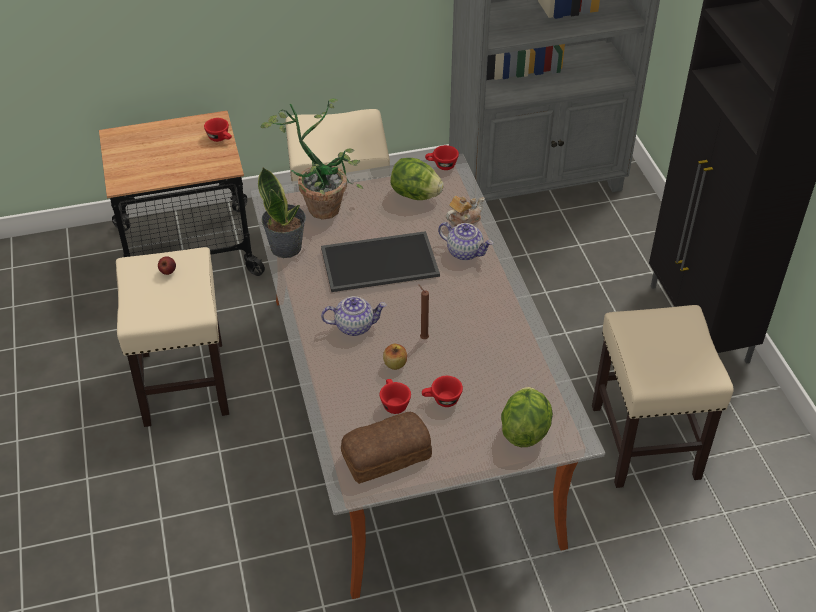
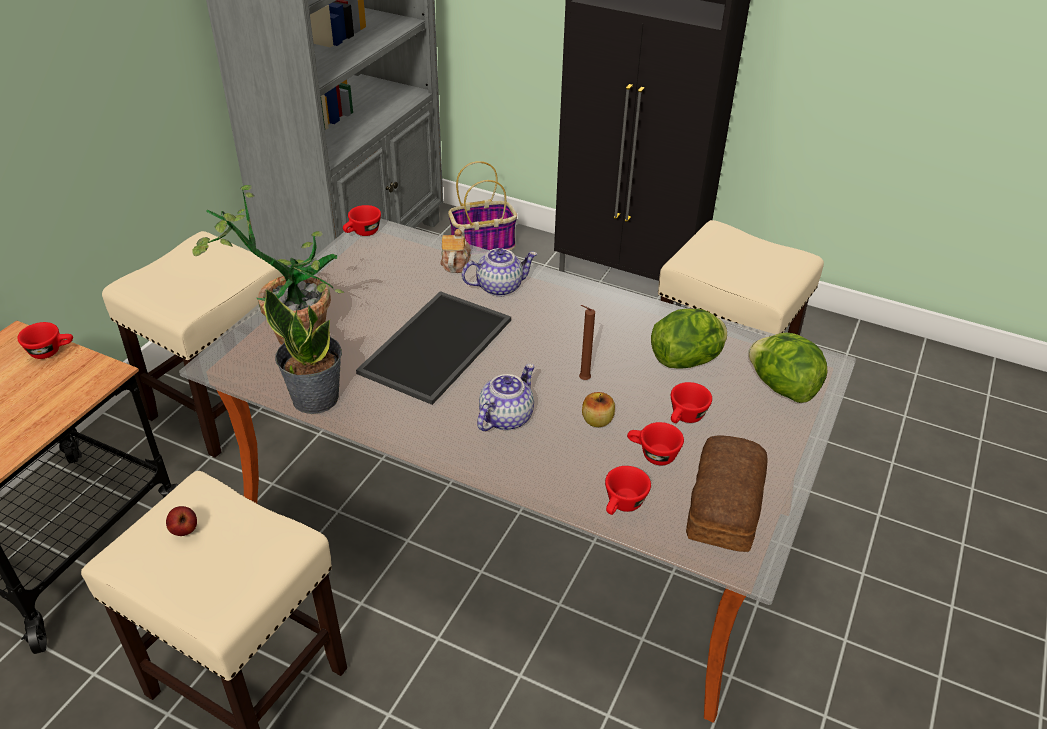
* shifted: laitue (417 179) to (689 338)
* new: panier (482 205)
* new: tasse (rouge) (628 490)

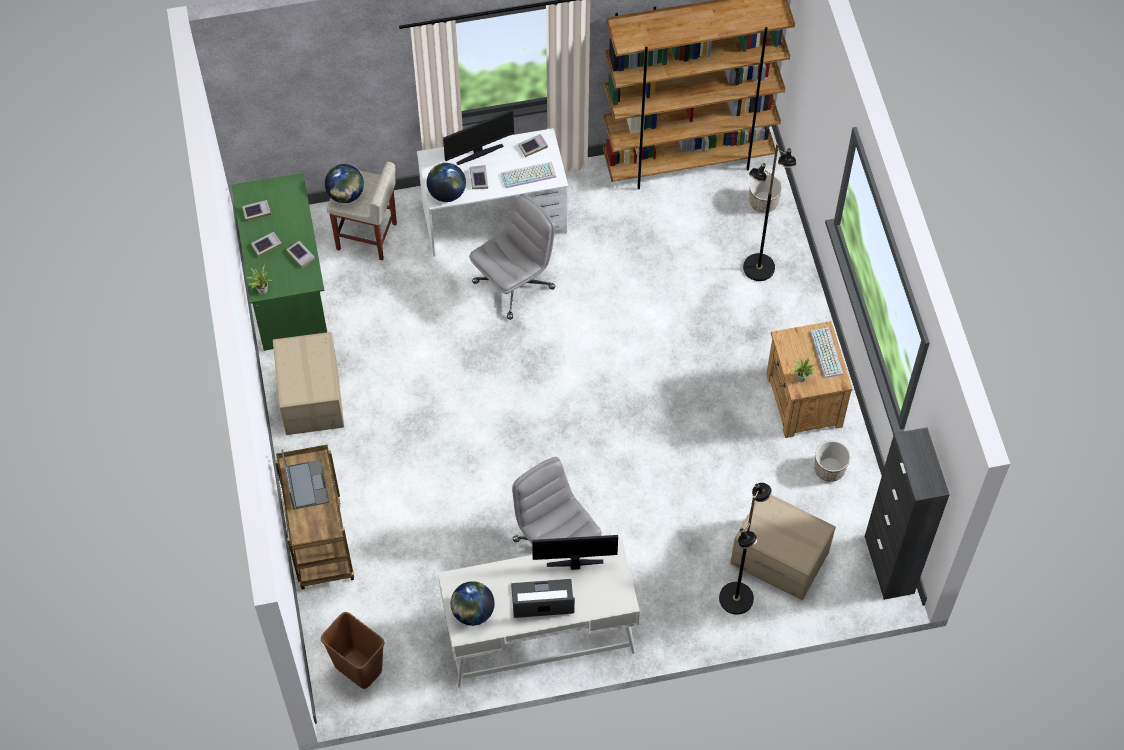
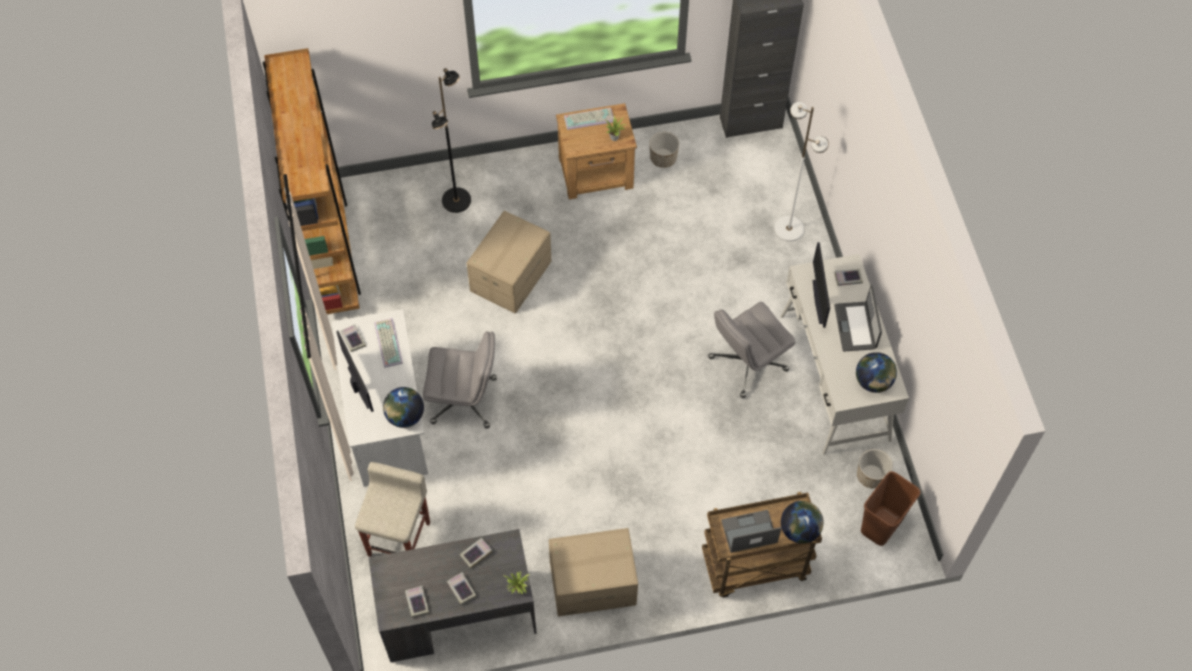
* repainted: bureau (vert) (279 262) to bureau (gris) (452 595)
* shifted: globe (344 183) to (802 522)
* rotated: chaise de bureau (gris) (512 257) = (460 379) 135 degrees clockwise
* shifted: livre (479 177) to (849 277)
* repainted: lampadaire (noir) (745 549) to lampadaire (blanc) (801 172)
* shifted: carton (783 547) to (509 262)
* shifted: cache-pot (765 193) to (875 468)

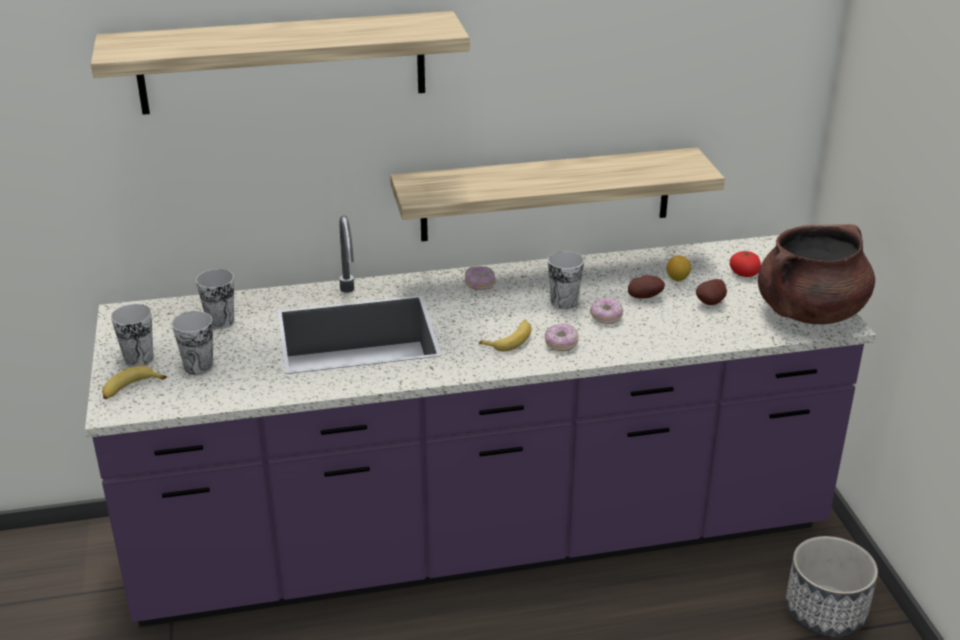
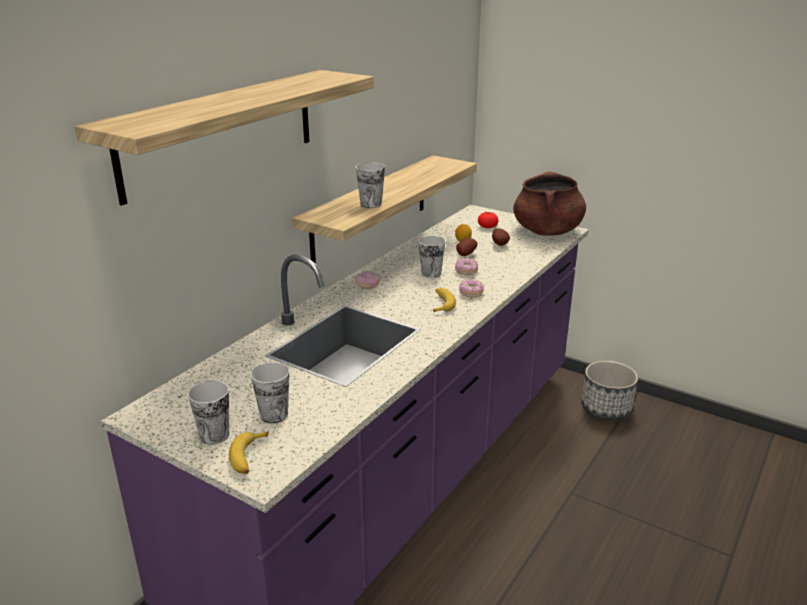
* shifted: tasse (215 299) to (370 185)

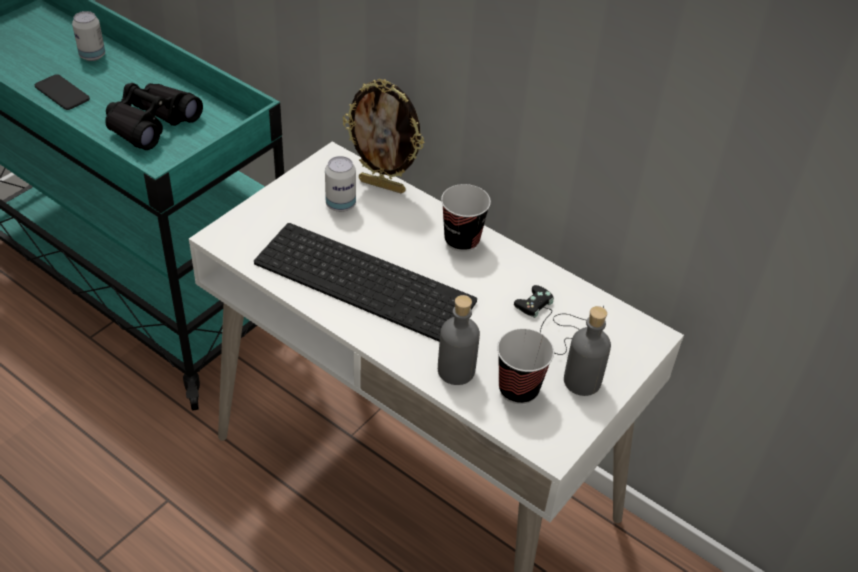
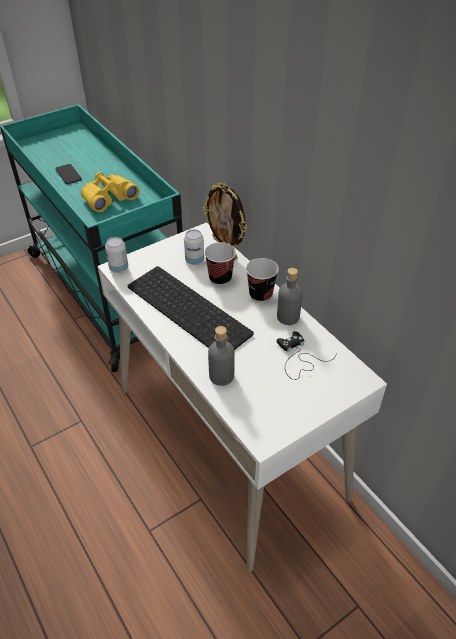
* shifted: boîte métallique (88 36) to (116 255)
* repainted: jumelles (noir) (154 116) to jumelles (jaune) (110 192)
* shifted: tasse (525 367) to (220 264)
* shifted: bouteille (gris) (587 351) to (290 296)

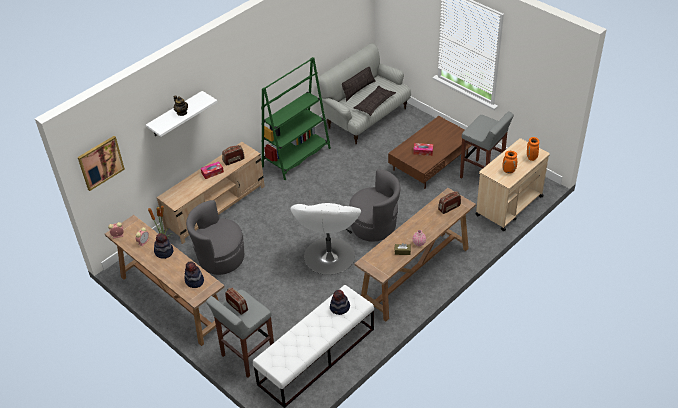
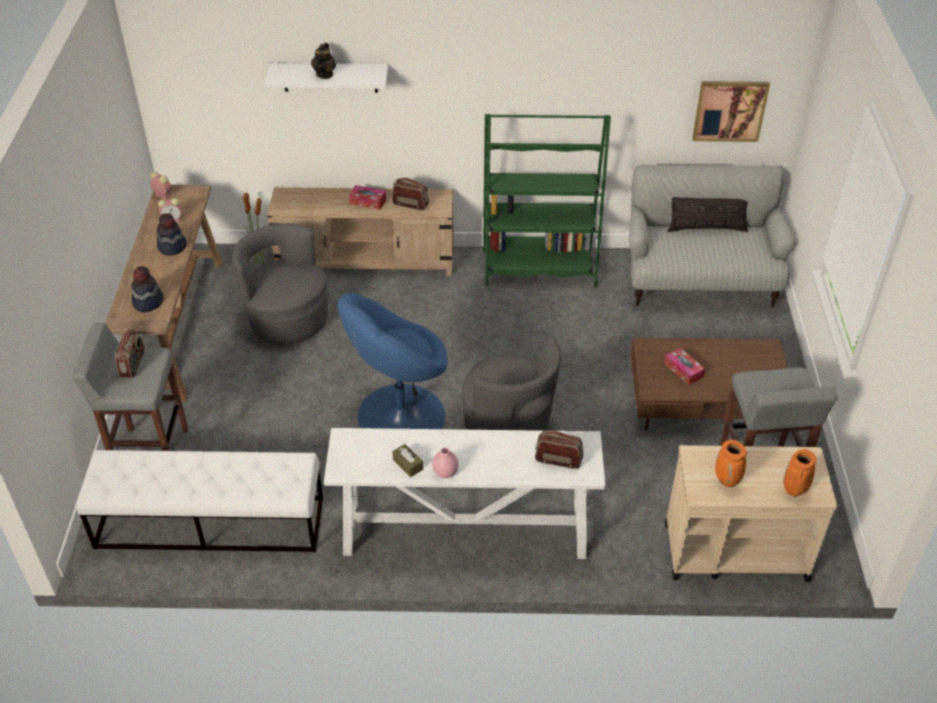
* shifted: tableau (101 163) to (731 111)
* repainted: fauteuil (blanc) (326 239) to fauteuil (bleu) (393 361)
* gone: chapeau (340 302)
* gone: coussin (374 100)
* repainted: table console (marron) (415 255) to table console (blanc) (464 493)

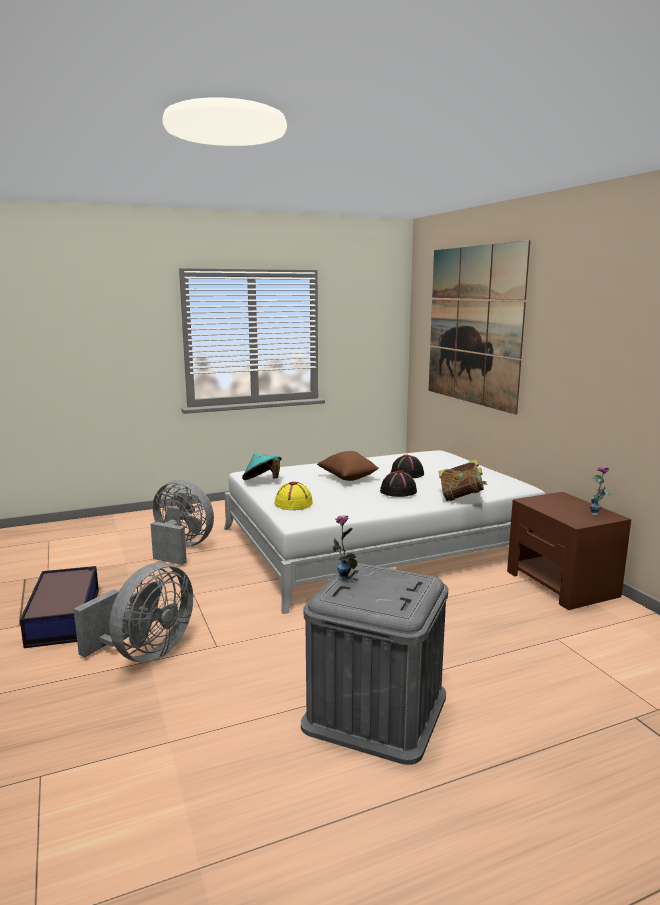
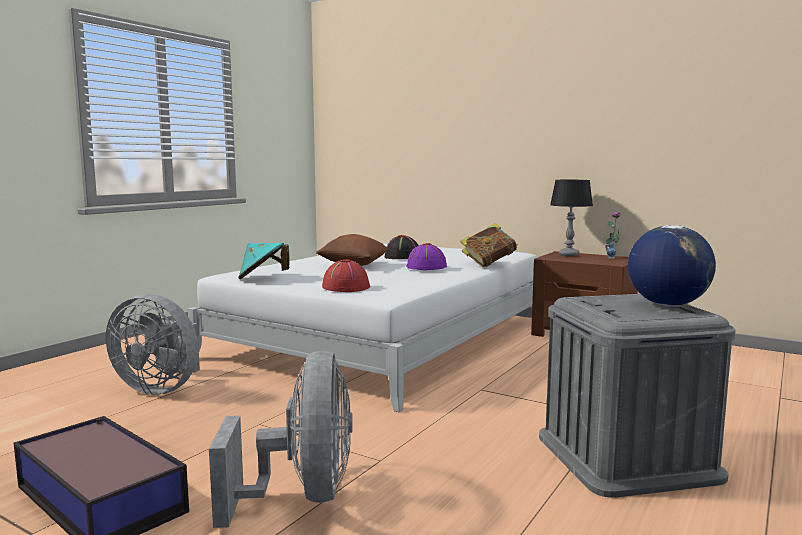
* rotated: ventilateur (gris) (182 522) = (153 344) 150 degrees counterclockwise
* repainted: chapeau (jaune) (294 496) to chapeau (rouge) (346 275)
* gone: vase (345 548)
* repainted: chapeau (noir) (398 484) to chapeau (violet) (426 256)
* gone: tableau (479 327)
* new: lampe de table (571 218)
* new: globe (672 265)

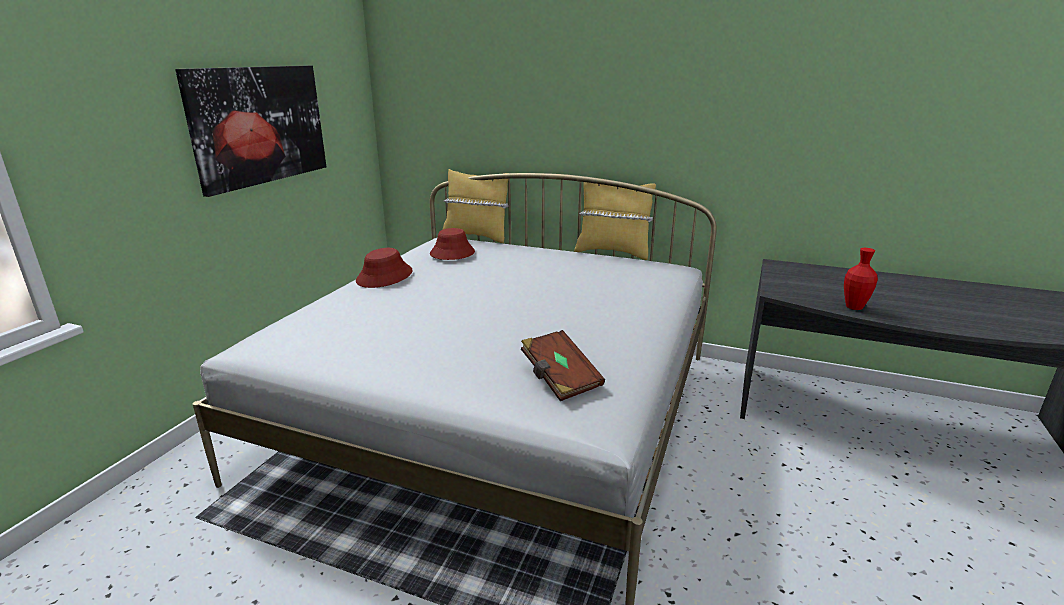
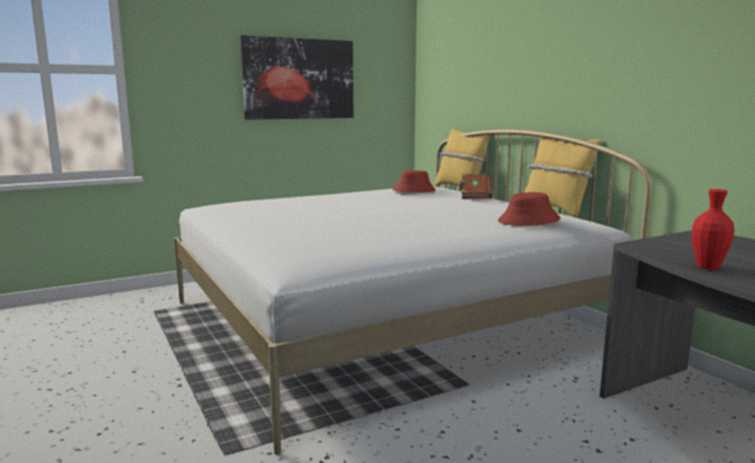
* shifted: chapeau (rouge) (384 268) to (529 209)
* shifted: livre (marron) (563 365) to (475 186)

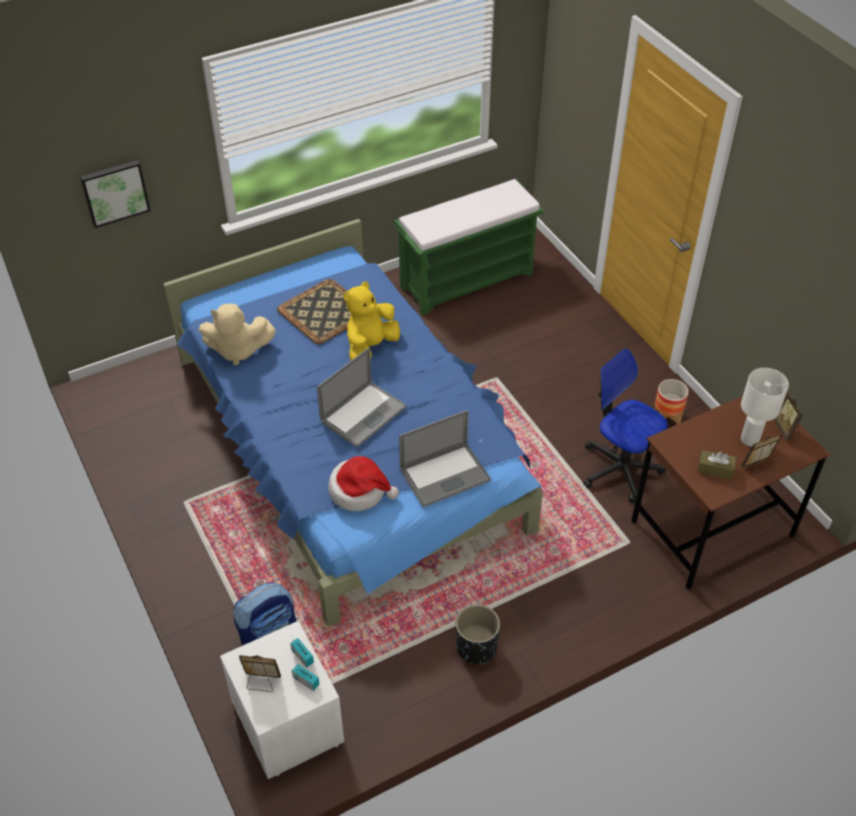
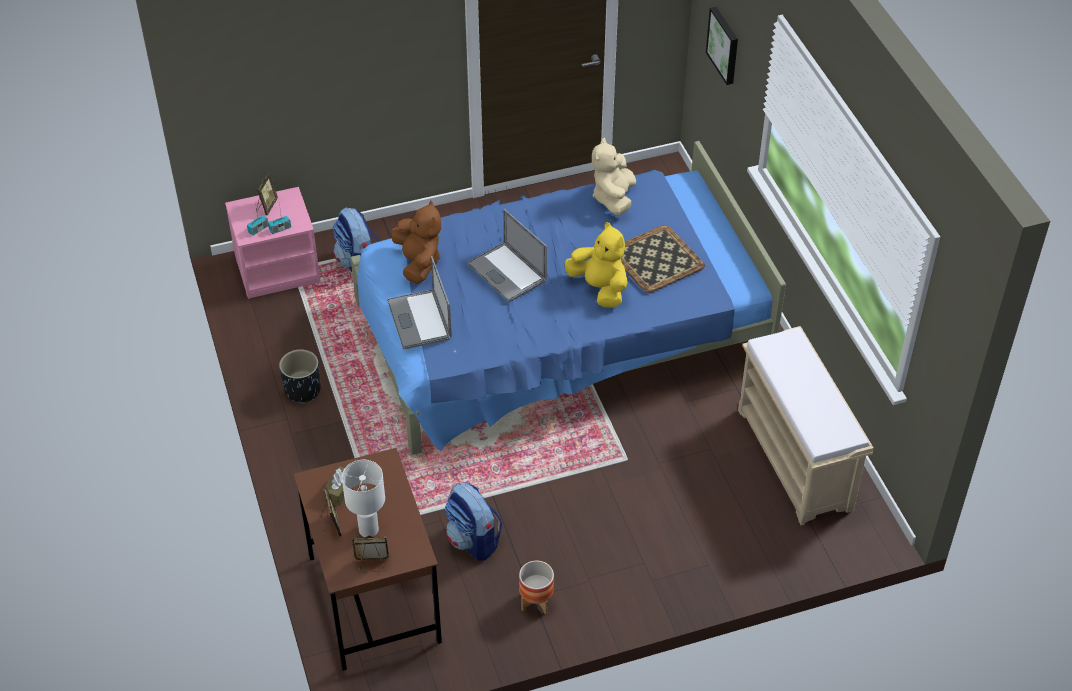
* repainted: table de chevet (blanc) (282 700) to table de chevet (rose) (273 243)
* swapped: chapeau (363 483) to peluche (marron) (416 241)
* repainted: banc (vert) (469 247) to banc (beige) (806 426)
* swapped: chaise de bureau (625 425) to sac à dos (473 521)

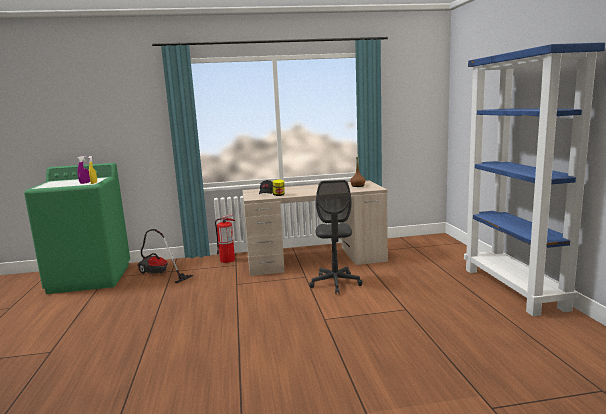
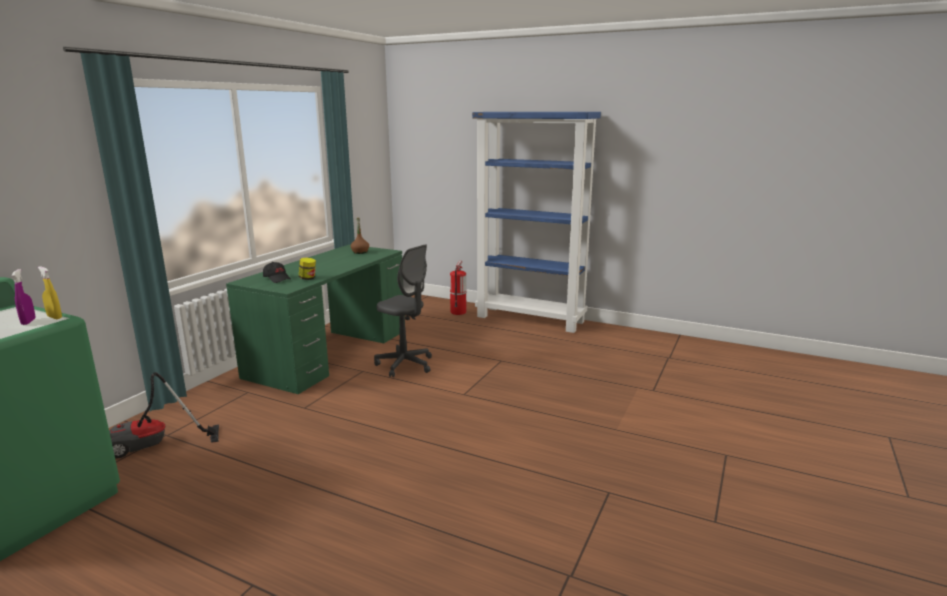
* shifted: extincteur (225 238) to (458 288)
* repainted: bureau (beige) (315 228) to bureau (vert) (315 319)

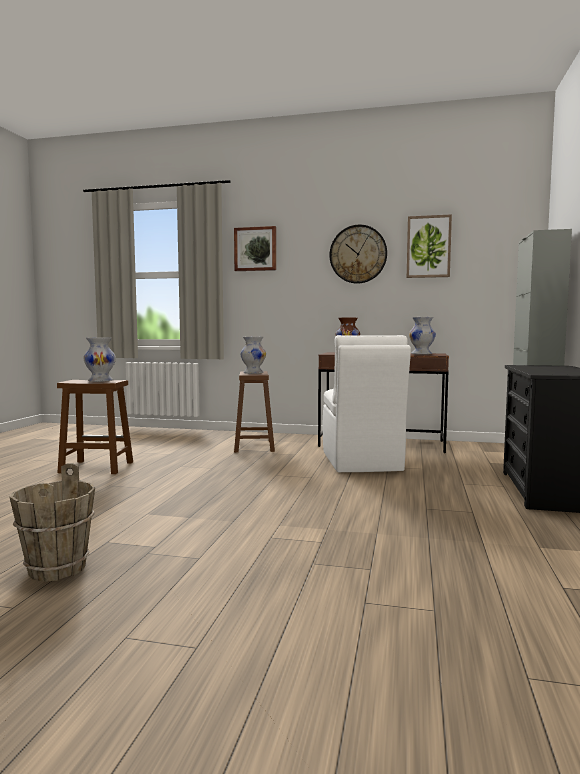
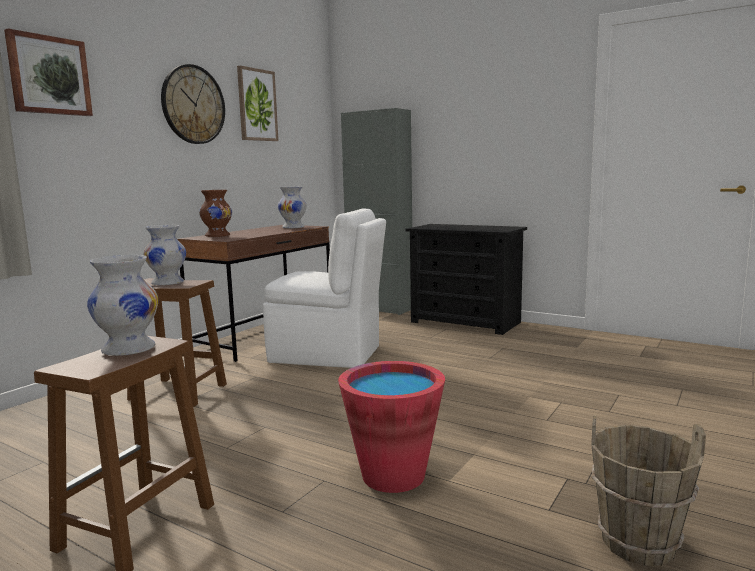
* new: seau (rouge) (391 427)

